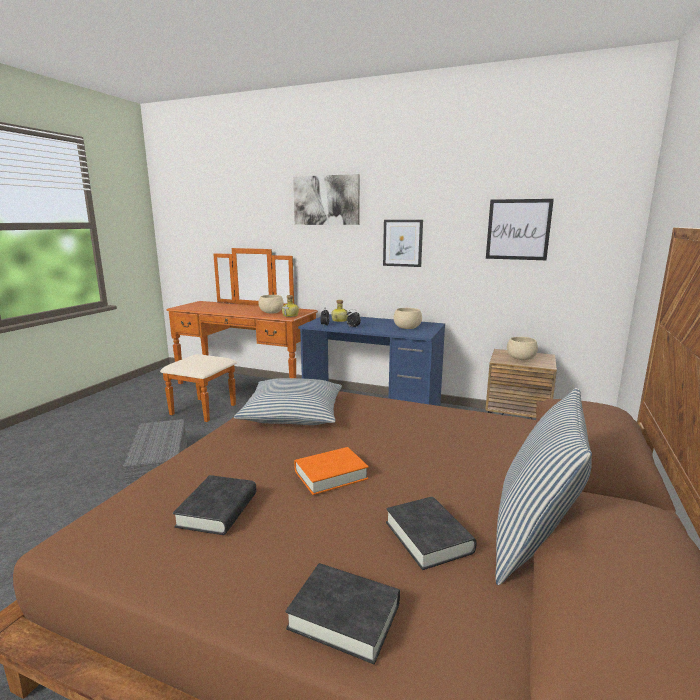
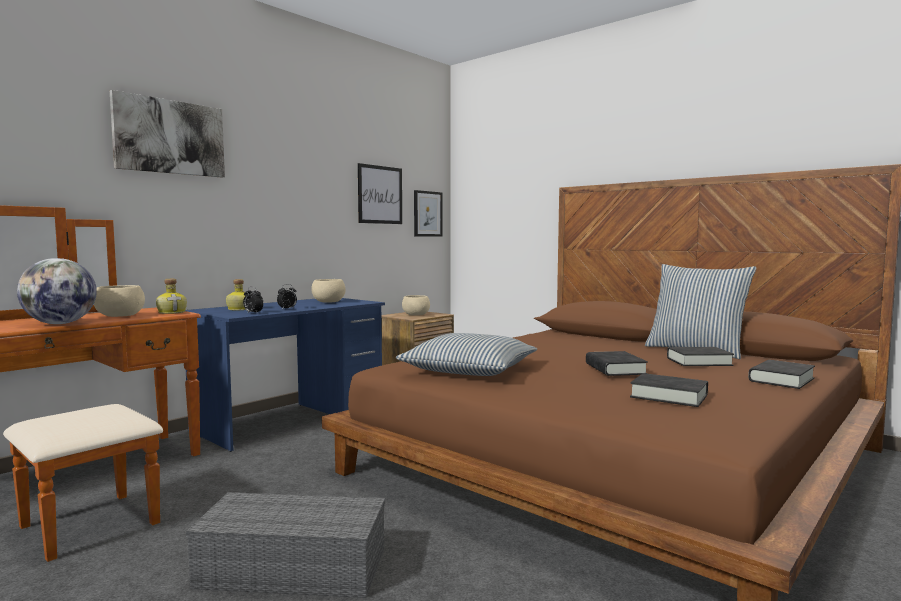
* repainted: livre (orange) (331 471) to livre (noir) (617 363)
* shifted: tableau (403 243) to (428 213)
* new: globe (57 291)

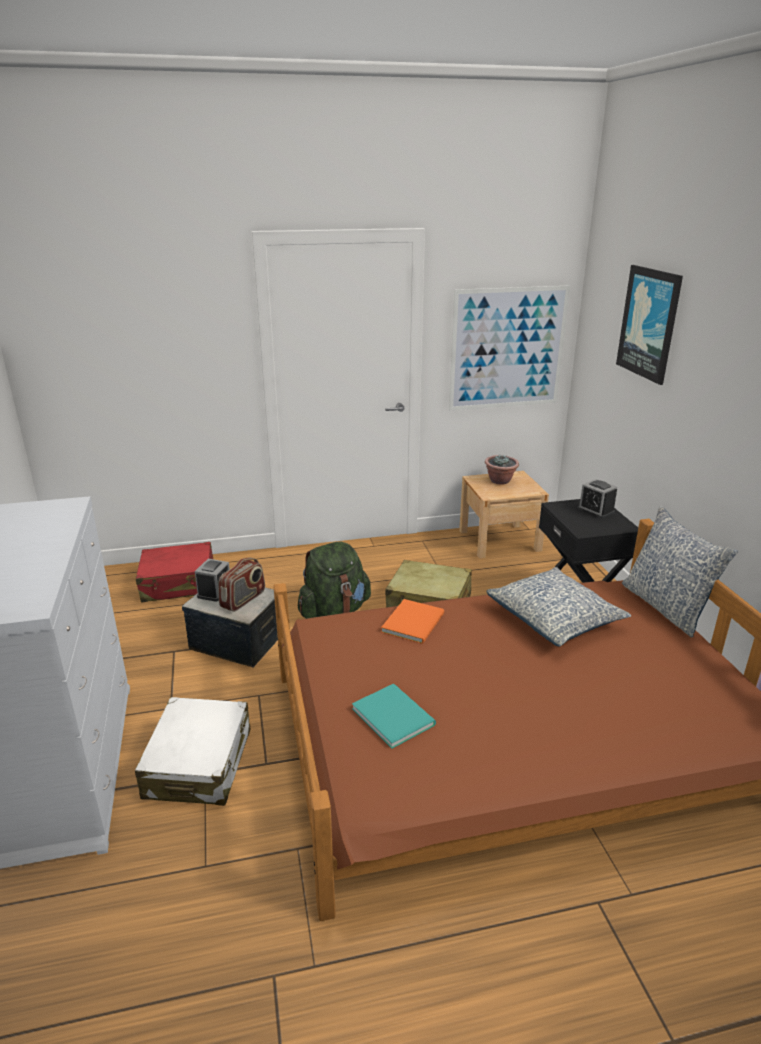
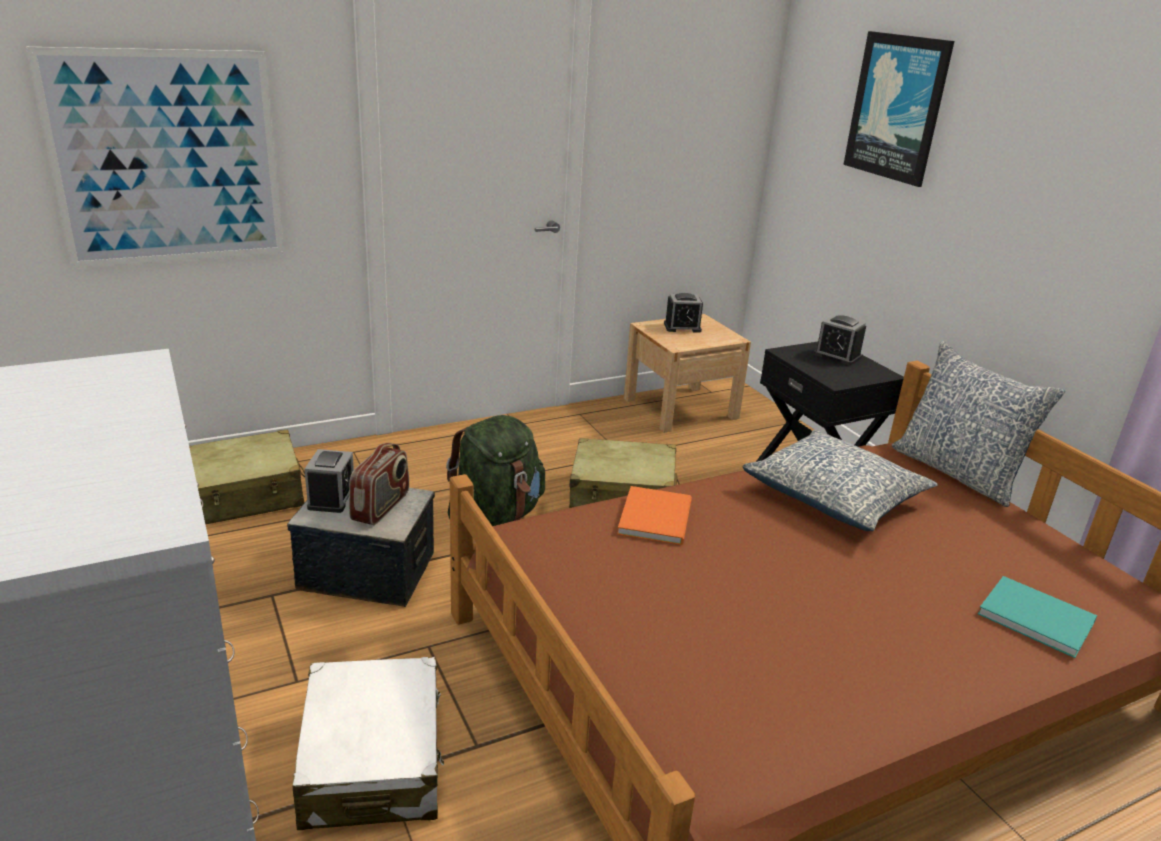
* repainted: valise (rouge) (174 572) to valise (beige) (247 477)
* shifted: livre (turquoise) (394 716) to (1037 617)
* shifted: tableau (509 348) to (155 157)
* swapped: plante en pot (502 470) to réveil (683 313)

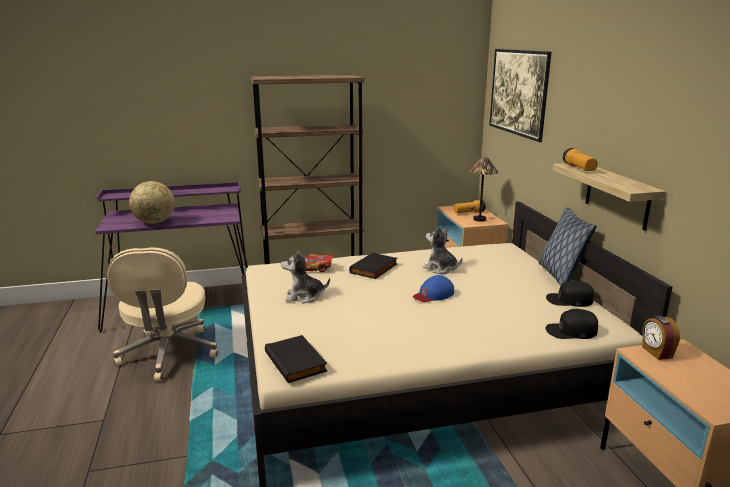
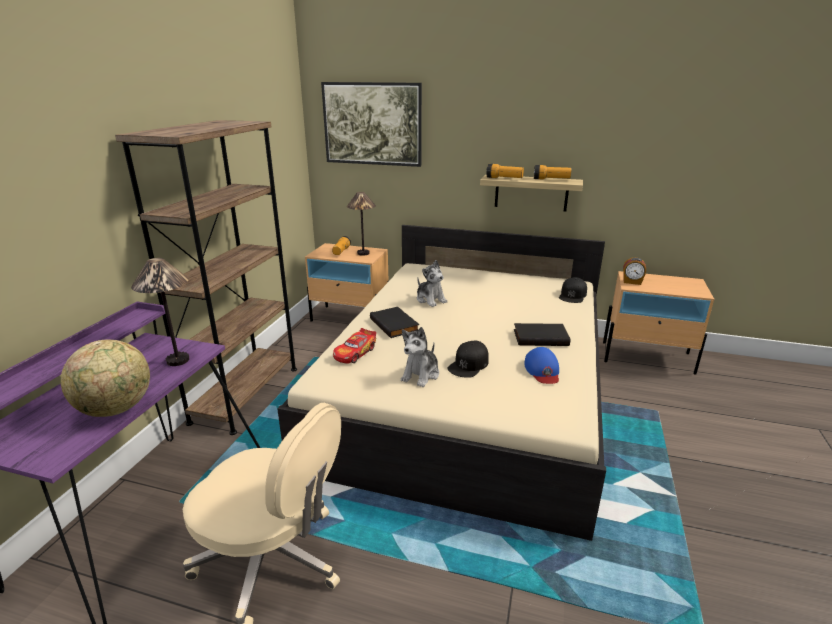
* shifted: livre (noir) (296 359) to (542 334)
* shifted: casquette (bleu) (433 288) to (541 365)
* rotated: peluche (443 250) = (432 283) 105 degrees counterclockwise
* gone: coussin (567 246)
* shifted: casquette (noir) (570 293) to (468 359)
* new: lampe de table (160 312)
* new: lampe de poche (552 172)

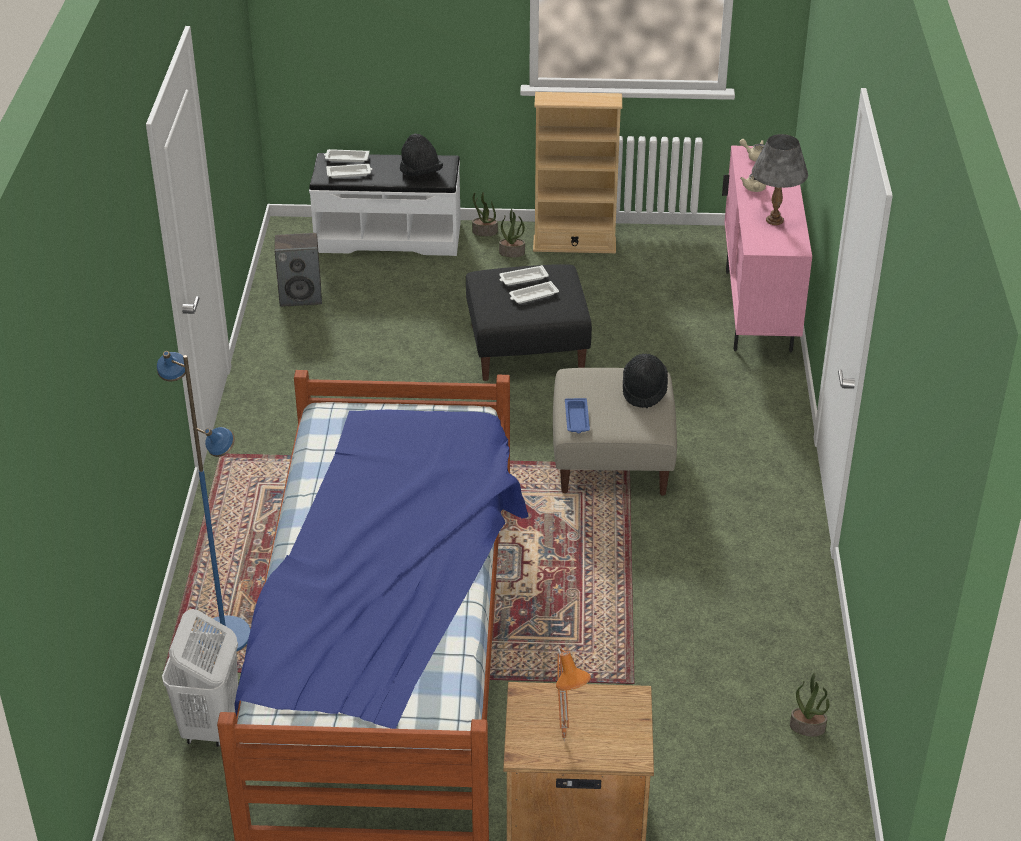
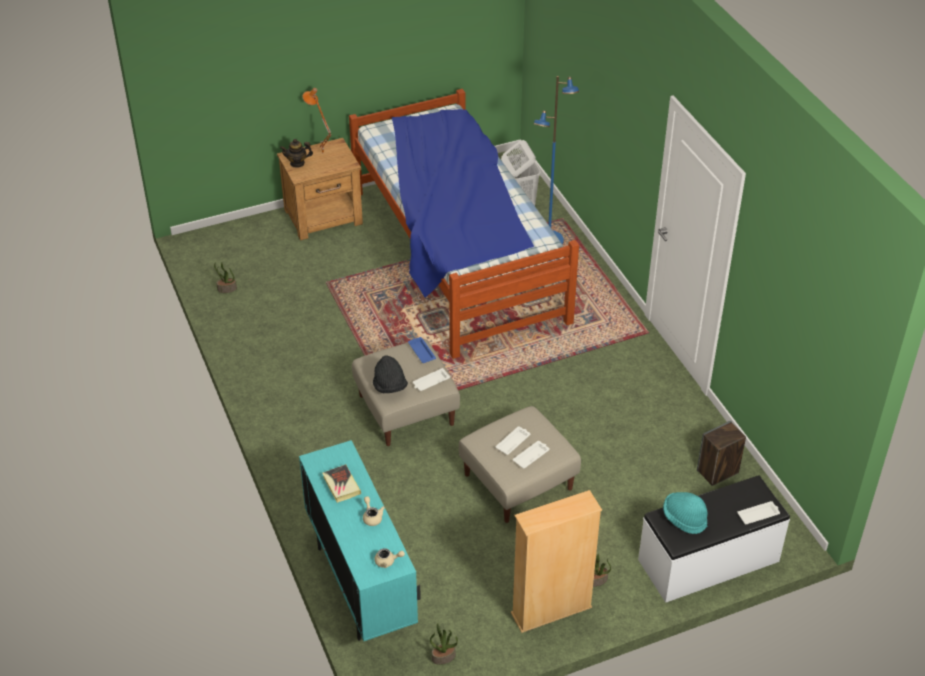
* shifted: plateau (blanc) (349 171) to (431 379)
* repainted: chapeau (noir) (421 155) to chapeau (turquoise) (685 513)
* repainted: pouf (noir) (529 322) to pouf (beige) (520 464)
* shifted: plante en pot (485 214) to (444 644)
* repainted: meuble de rangement (rose) (767 249) to meuble de rangement (turquoise) (360 540)
* swapped: lampe de table (gris) (780 179) to livre (341 483)
* new: théière (296 153)

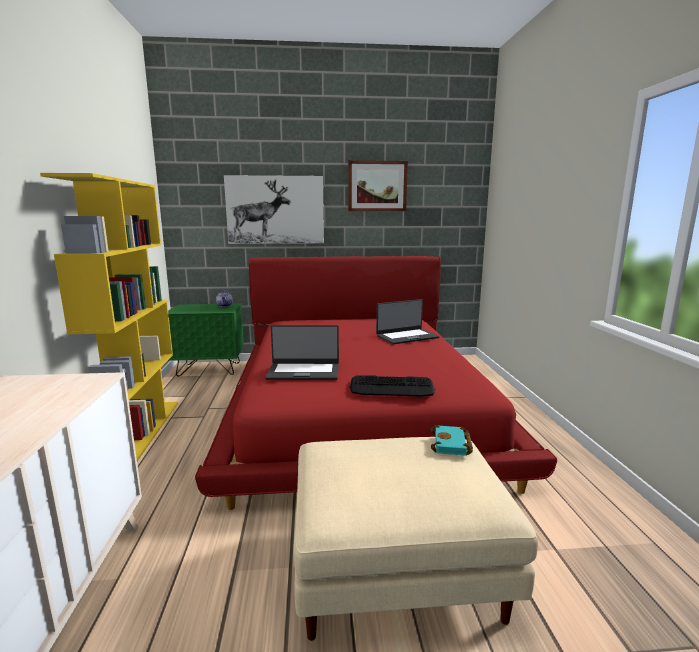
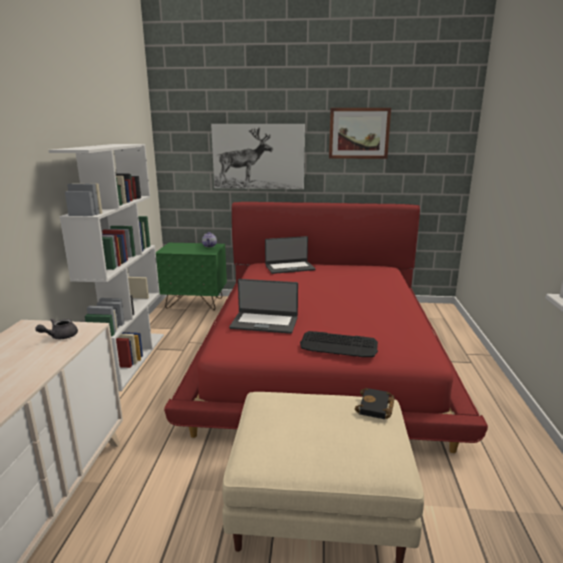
* repainted: bibliothèque (jaune) (109 317) to bibliothèque (blanc) (106 267)
* shifted: ordinateur portable (407 321) to (290 255)
* repainted: livre (turquoise) (451 440) to livre (noir) (374 403)
* new: théière (gris) (56 328)

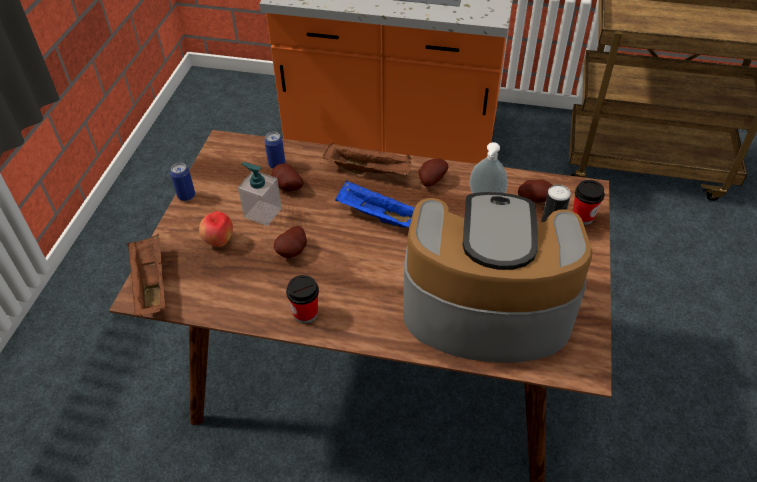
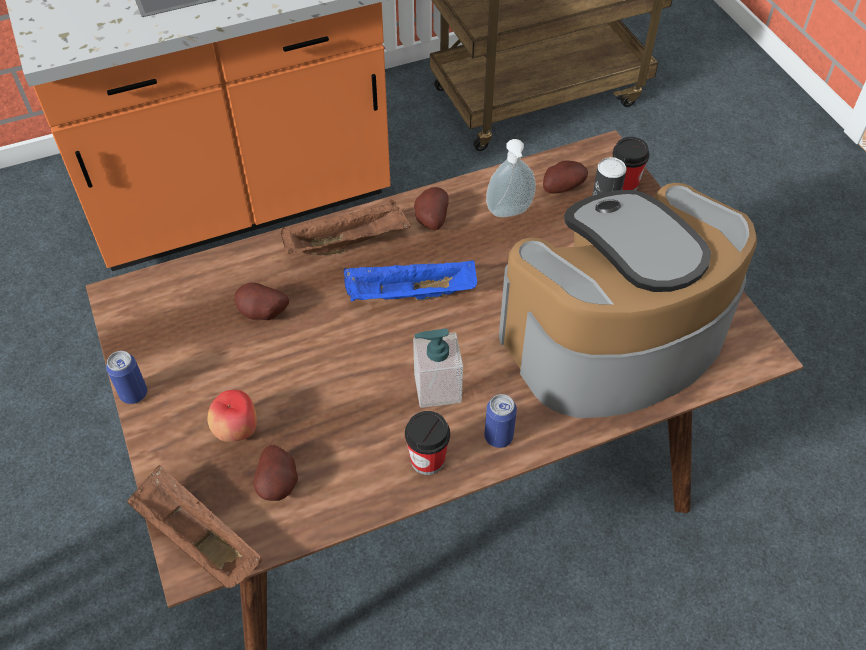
* shifted: distributeur de savon (260 194) to (438 368)
* shifted: boîte métallique (274 150) to (501 421)
* shifted: pomme de terre (290 242) to (276 473)

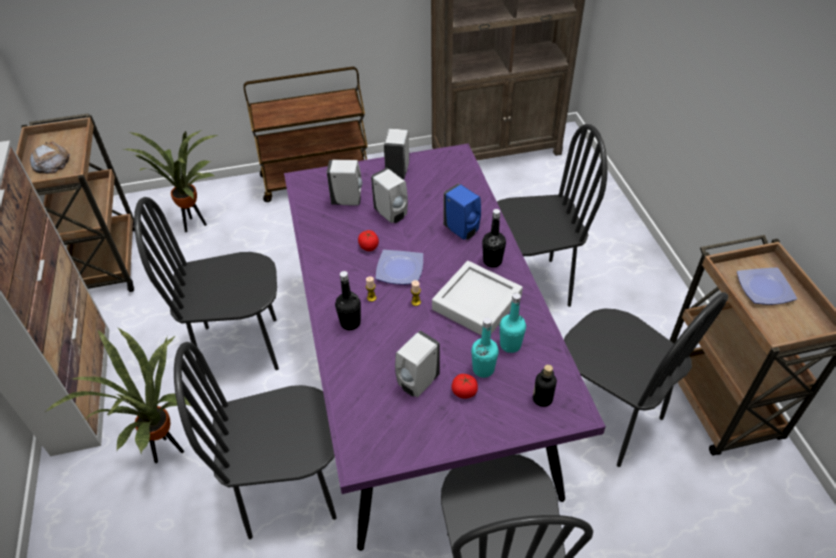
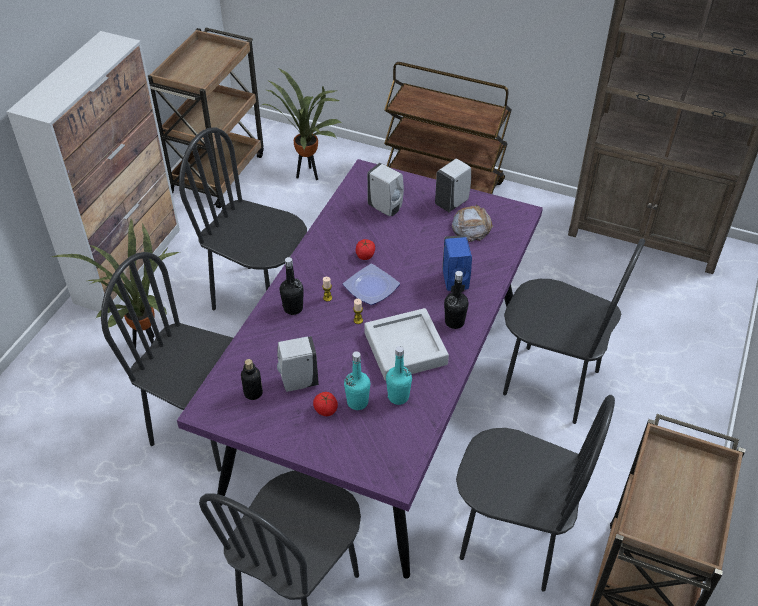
* shifted: pain (50 158) to (472 223)
* gone: distributeur de savon (blanc) (389 195)
* shifted: bouteille (545 386) to (252 379)
* rotated: chaise (noir) (646 379) = (535 493) 60 degrees counterclockwise
* gone: assiette (767 286)

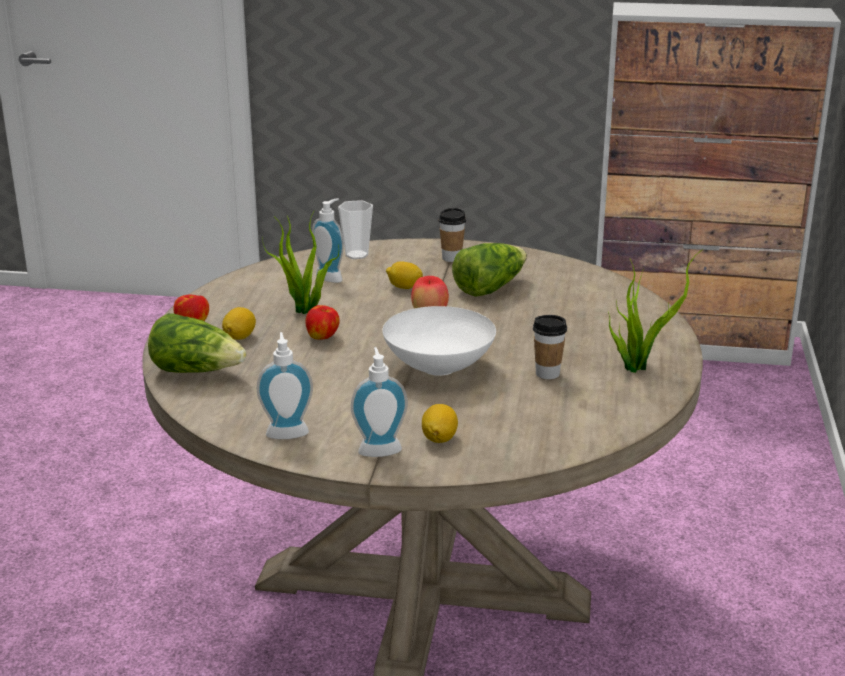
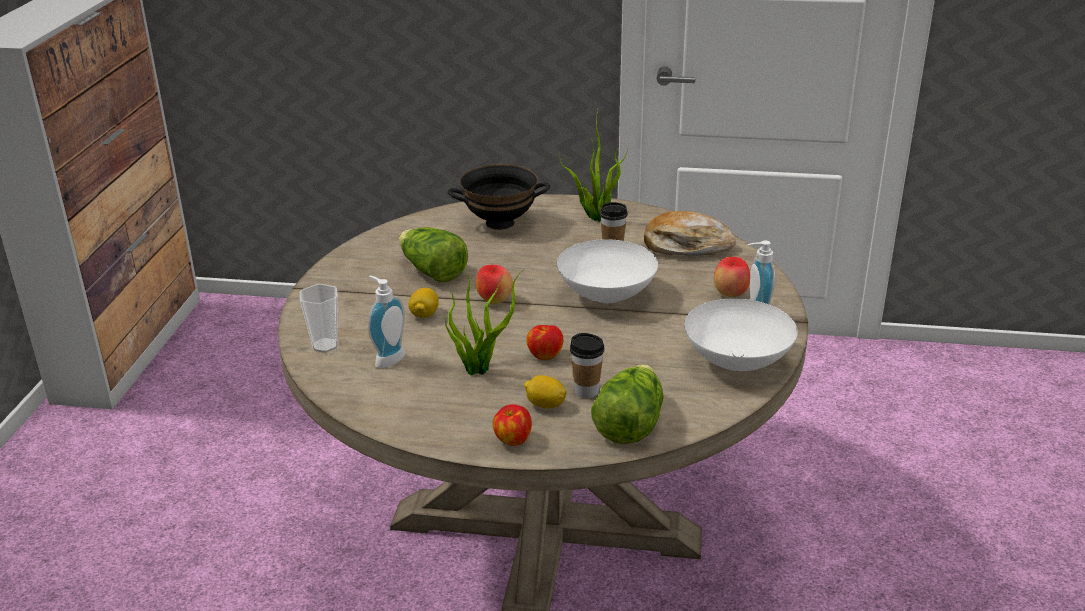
* swapped: distributeur de savon (285 385) to bol (blanc) (741 335)
* swapped: citron (440 423) to pomme (732 277)
* shifted: tasse (452 235) to (587 365)
* new: bol (noir) (499 197)
* new: pain (690 233)

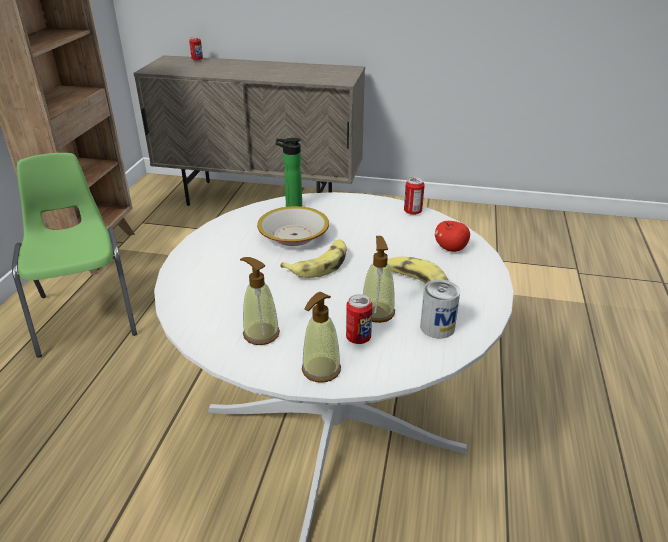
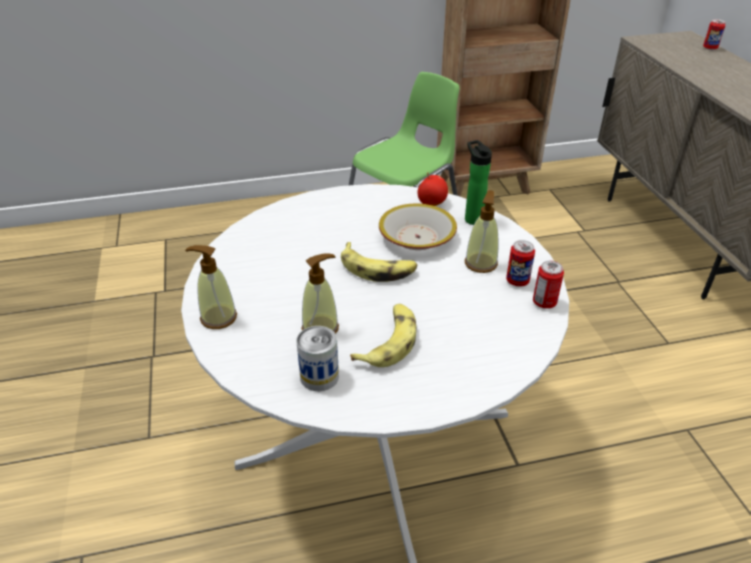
* shifted: distributeur de savon (260 301) to (481 231)
* shifted: boîte métallique (359 319) to (520 263)
* shifted: pomme (452 236) to (433 189)

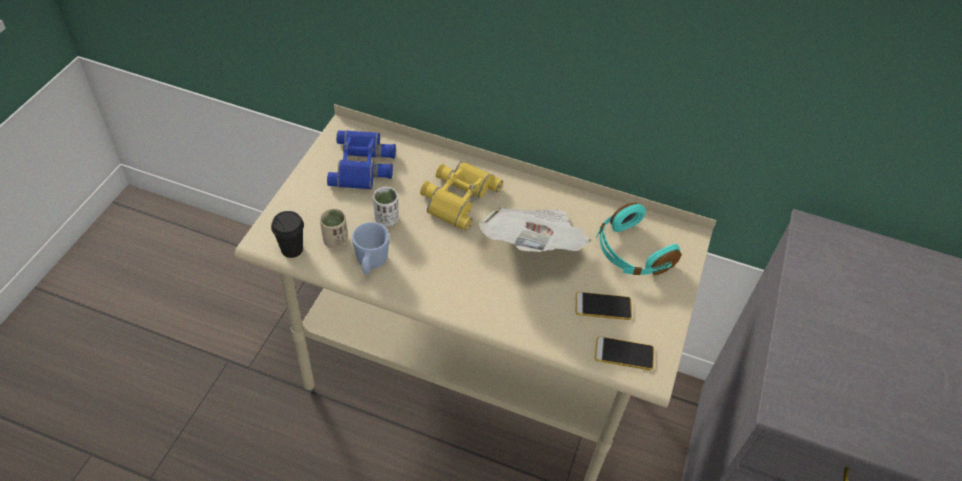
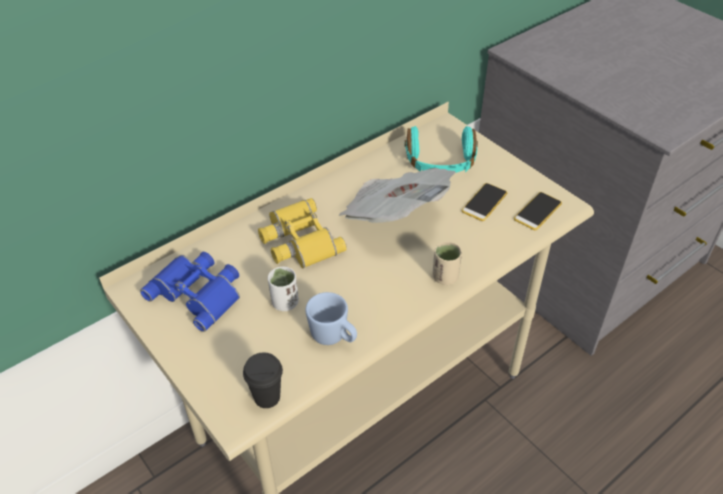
* shifted: tasse (beige) (334 229) to (447 263)

